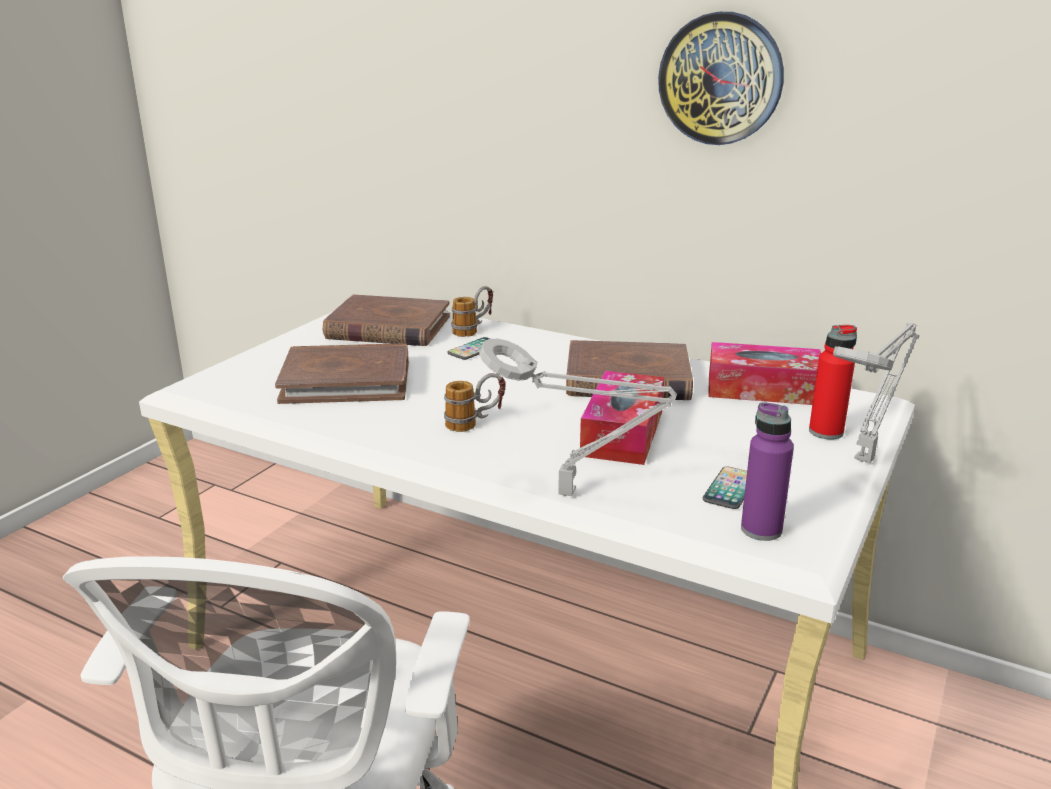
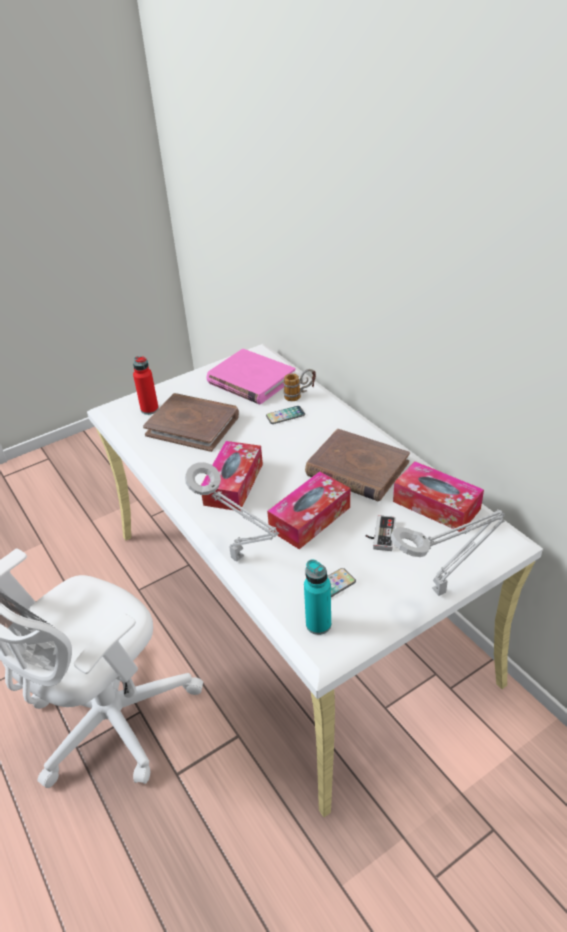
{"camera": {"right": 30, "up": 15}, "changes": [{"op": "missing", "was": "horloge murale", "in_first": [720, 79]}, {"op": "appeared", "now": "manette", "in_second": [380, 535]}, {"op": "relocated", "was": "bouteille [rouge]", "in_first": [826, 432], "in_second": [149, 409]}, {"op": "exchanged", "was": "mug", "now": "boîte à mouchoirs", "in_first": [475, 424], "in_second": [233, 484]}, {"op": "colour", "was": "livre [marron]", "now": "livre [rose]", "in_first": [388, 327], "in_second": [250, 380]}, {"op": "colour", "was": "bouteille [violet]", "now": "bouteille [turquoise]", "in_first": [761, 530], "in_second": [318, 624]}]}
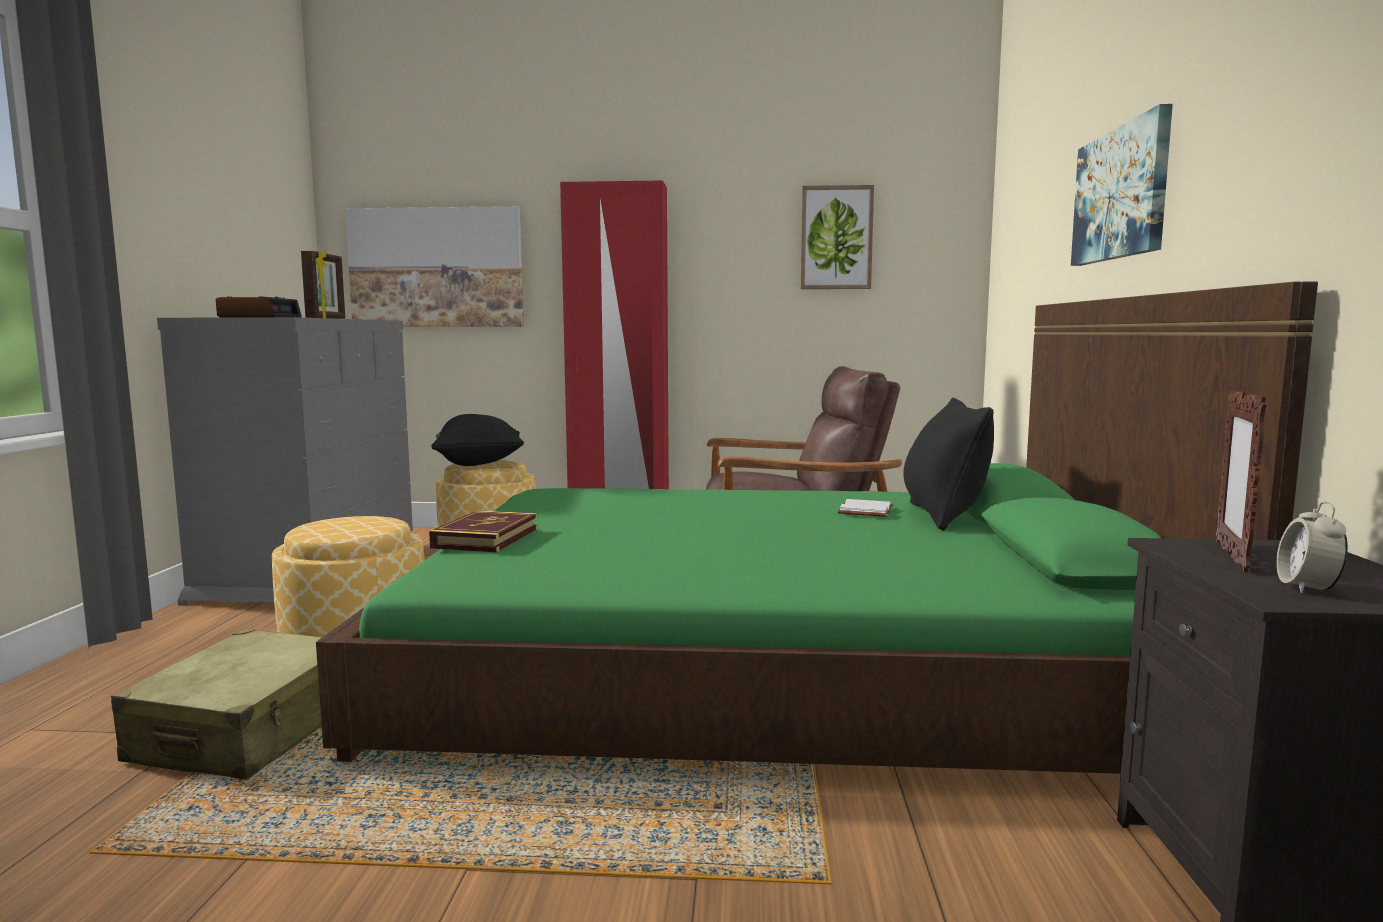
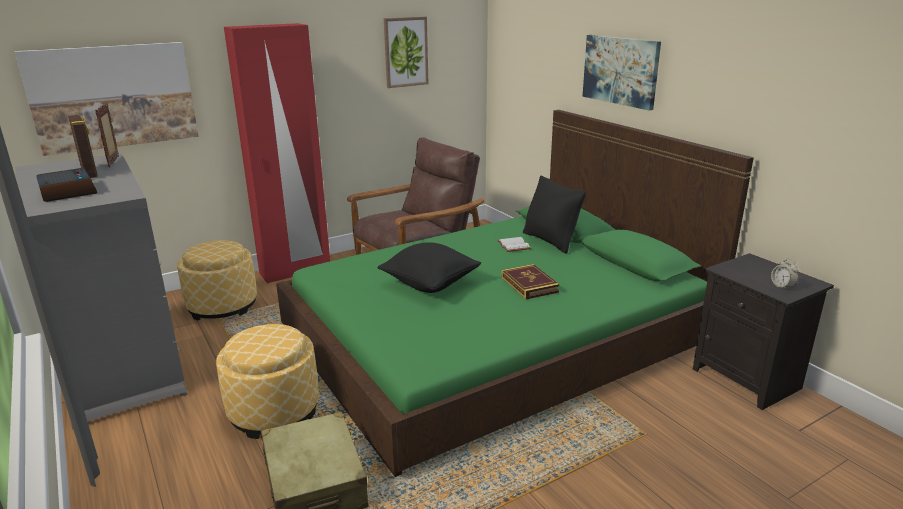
{"camera": {"right": -35, "up": 15}, "changes": [{"op": "relocated", "was": "livre", "in_first": [486, 538], "in_second": [529, 285]}, {"op": "relocated", "was": "coussin [noir]", "in_first": [479, 464], "in_second": [430, 284]}, {"op": "relocated", "was": "cadre photo", "in_first": [1232, 556], "in_second": [114, 161]}]}
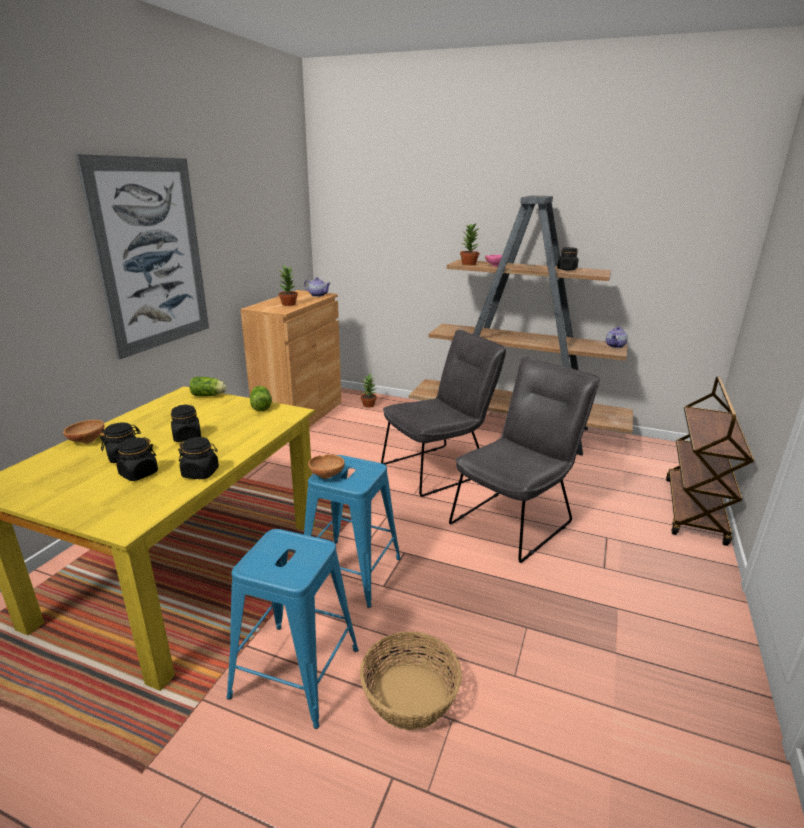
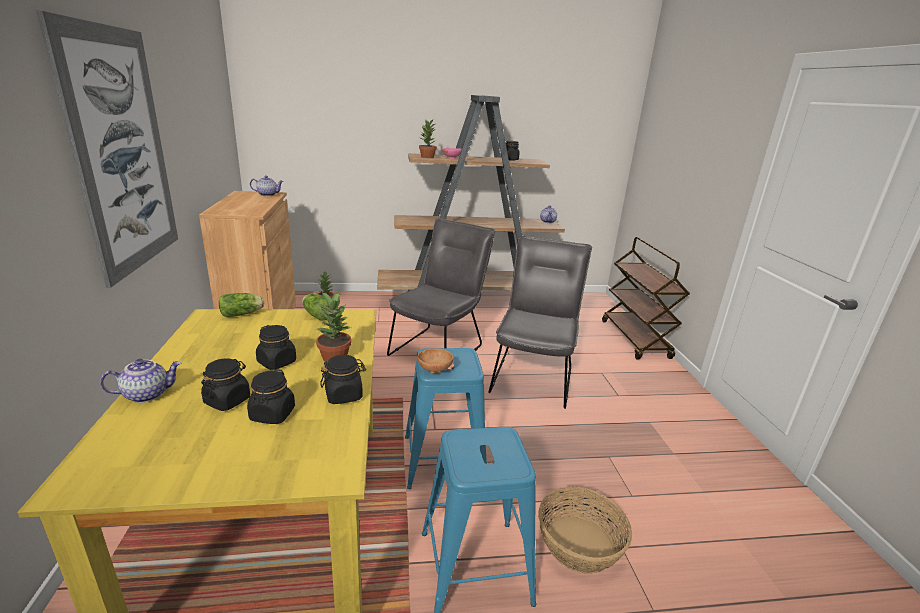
{"camera": {"right": -30, "up": 0}, "changes": [{"op": "relocated", "was": "plante en pot", "in_first": [289, 304], "in_second": [334, 357]}, {"op": "exchanged", "was": "bol [marron]", "now": "théière", "in_first": [86, 440], "in_second": [147, 394]}]}
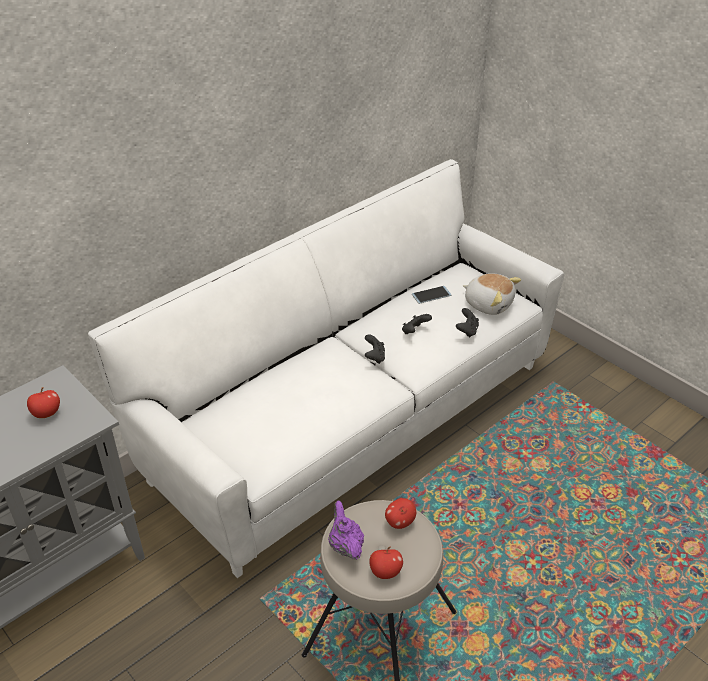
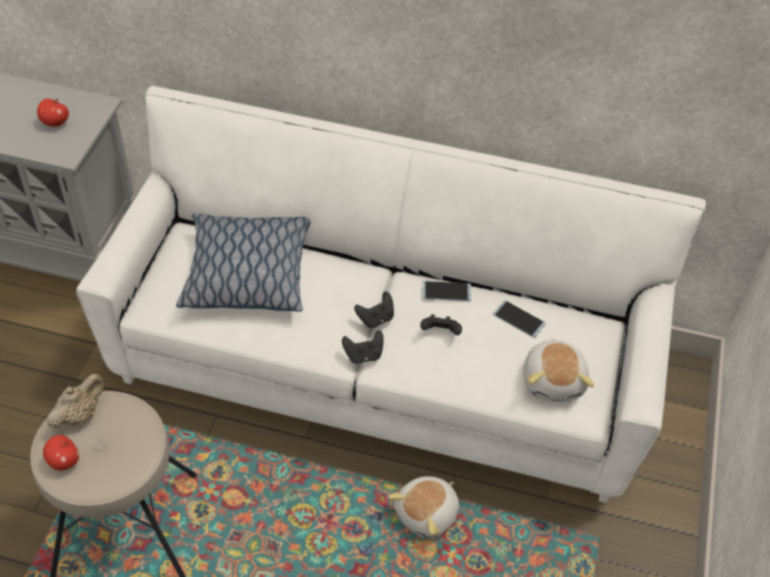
{"camera": {"right": 55, "up": 10}, "changes": [{"op": "missing", "was": "pomme", "in_first": [400, 522]}, {"op": "appeared", "now": "coussin", "in_second": [246, 274]}, {"op": "appeared", "now": "peluche", "in_second": [427, 514]}, {"op": "appeared", "now": "téléphone", "in_second": [446, 291]}, {"op": "relocated", "was": "manette [noir]", "in_first": [467, 331], "in_second": [363, 355]}, {"op": "colour", "was": "théière [violet]", "now": "théière [beige]", "in_first": [345, 545], "in_second": [80, 415]}]}
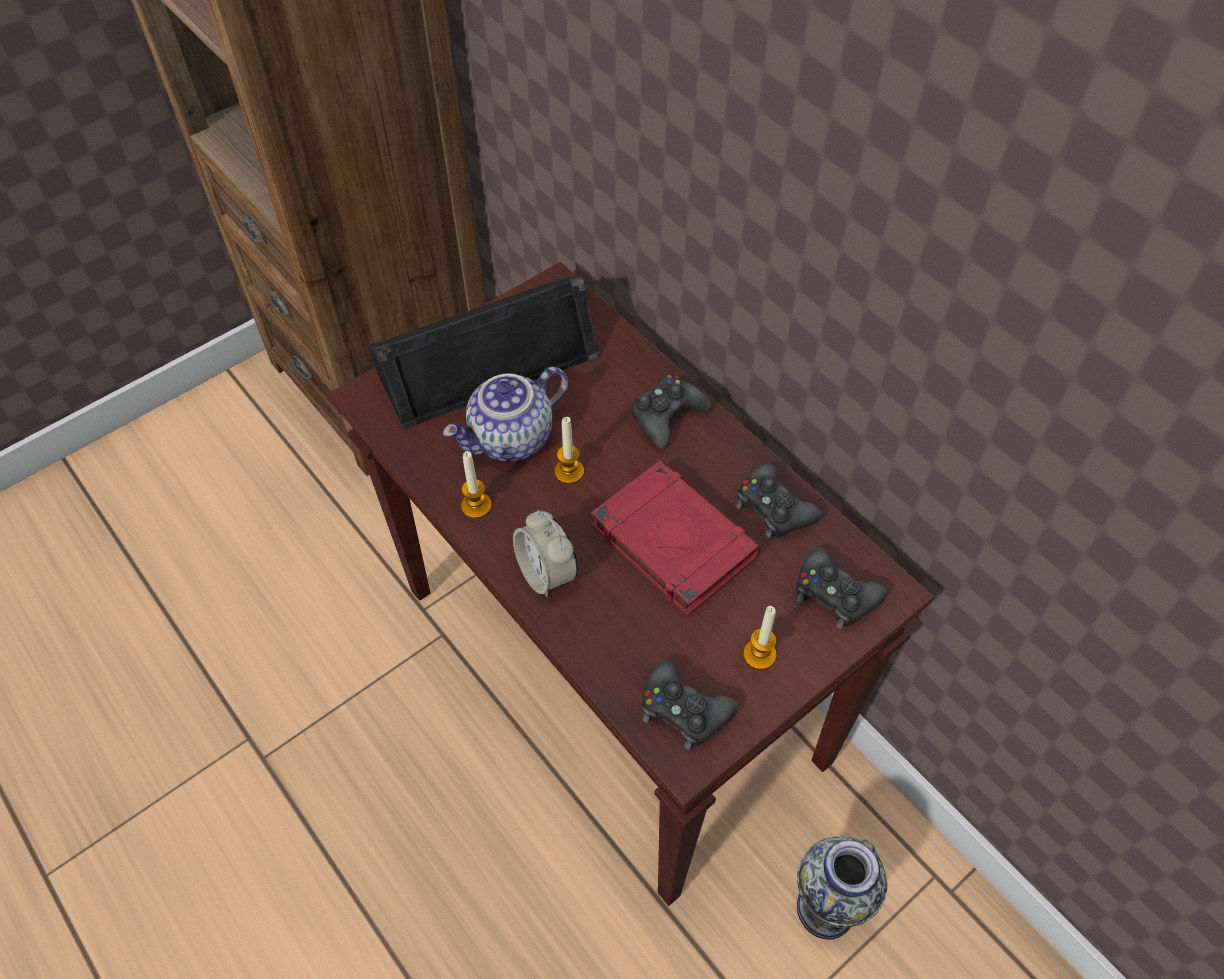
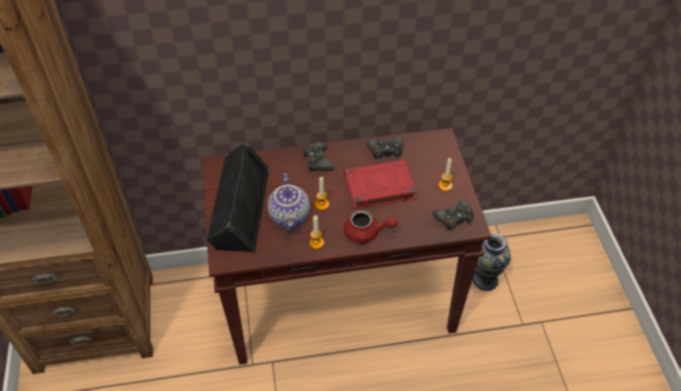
{"camera": {"right": -60, "up": -5}, "changes": [{"op": "missing", "was": "manette [noir]", "in_first": [834, 594]}, {"op": "exchanged", "was": "réveil", "now": "théière [rouge]", "in_first": [546, 573], "in_second": [366, 233]}]}
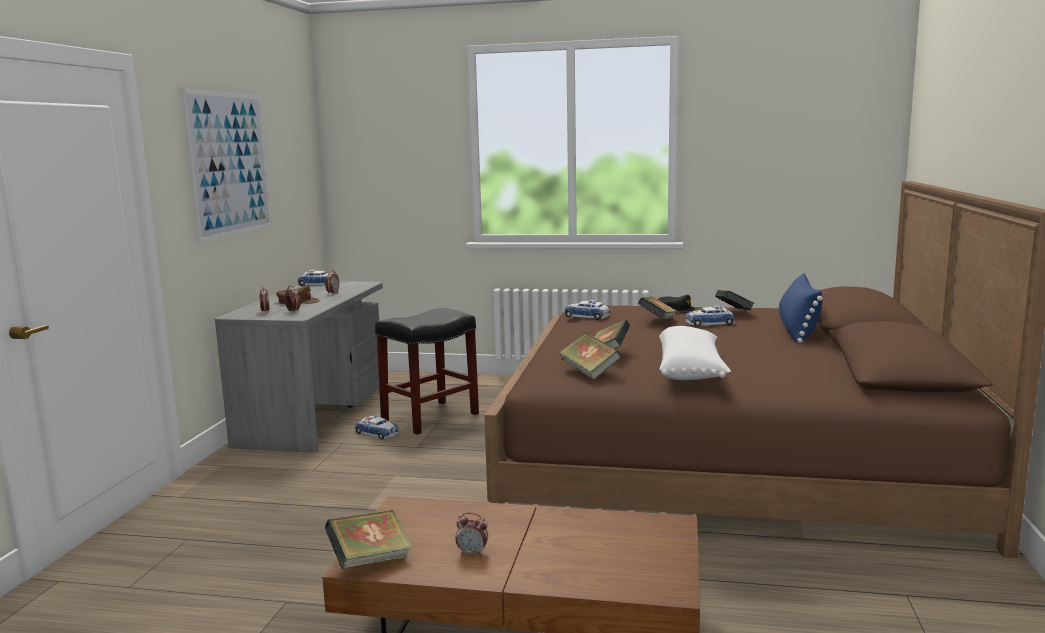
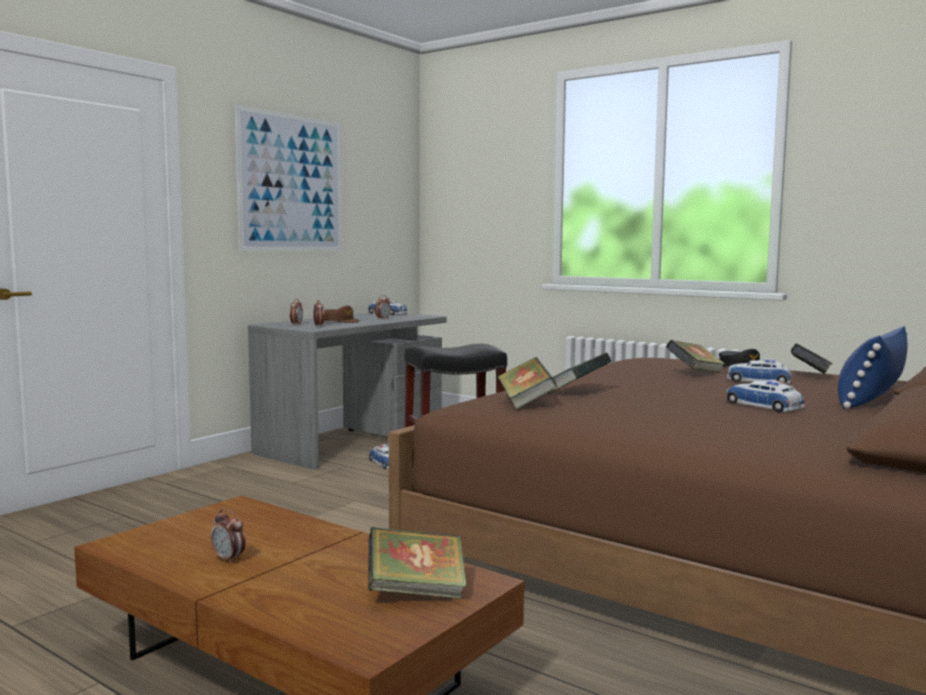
{"camera": {"right": 25, "up": -5}, "changes": [{"op": "missing", "was": "coussin [blanc]", "in_first": [691, 371]}, {"op": "relocated", "was": "livre", "in_first": [370, 560], "in_second": [416, 592]}, {"op": "relocated", "was": "petite voiture", "in_first": [587, 316], "in_second": [764, 405]}]}
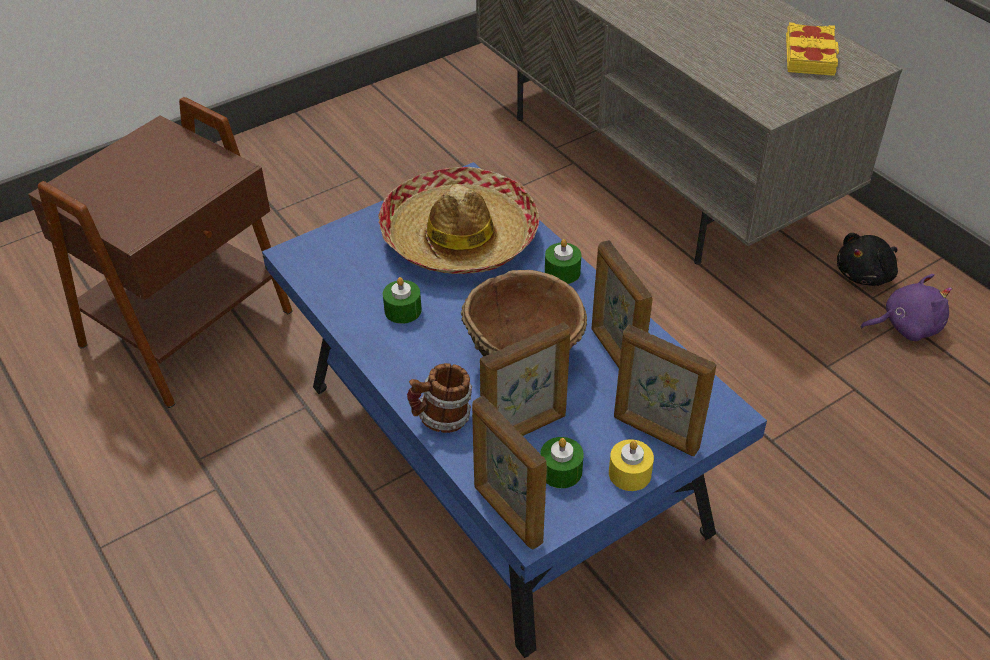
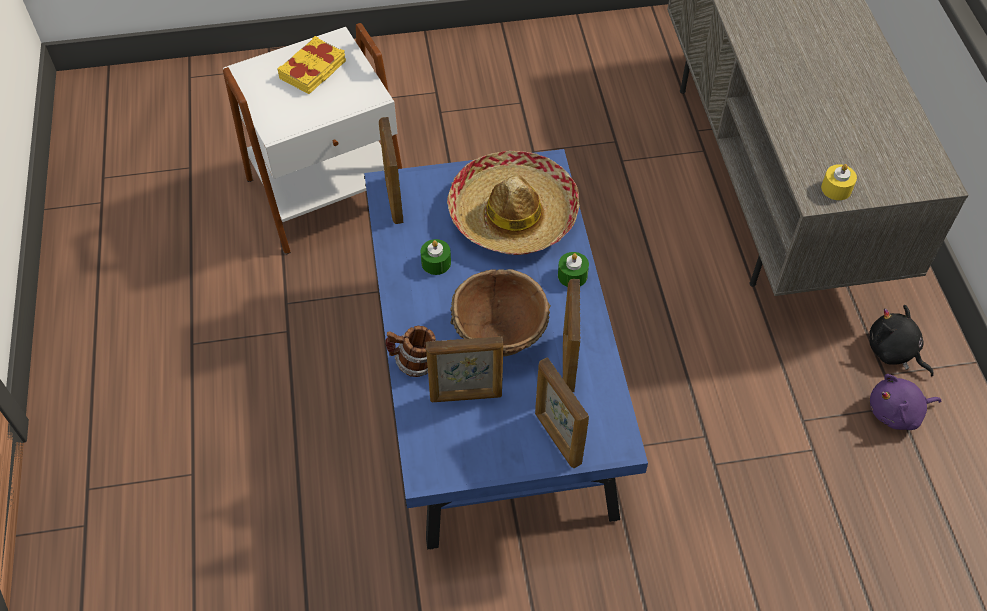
{"camera": {"right": 25, "up": 10}, "changes": [{"op": "missing", "was": "bougie [vert]", "in_first": [561, 471]}, {"op": "relocated", "was": "cadre photo", "in_first": [507, 515], "in_second": [394, 200]}, {"op": "relocated", "was": "bougie [jaune]", "in_first": [629, 473], "in_second": [836, 188]}, {"op": "relocated", "was": "livre [jaune]", "in_first": [810, 56], "in_second": [313, 70]}, {"op": "colour", "was": "table d'appoint [marron]", "now": "table d'appoint [blanc]", "in_first": [190, 329], "in_second": [328, 194]}, {"op": "spun", "was": "peluche [noir]", "in_first": [866, 275], "in_second": [893, 351], "clockwise": 60}, {"op": "spun", "was": "peluche [violet]", "in_first": [906, 326], "in_second": [897, 412], "clockwise": 150}]}
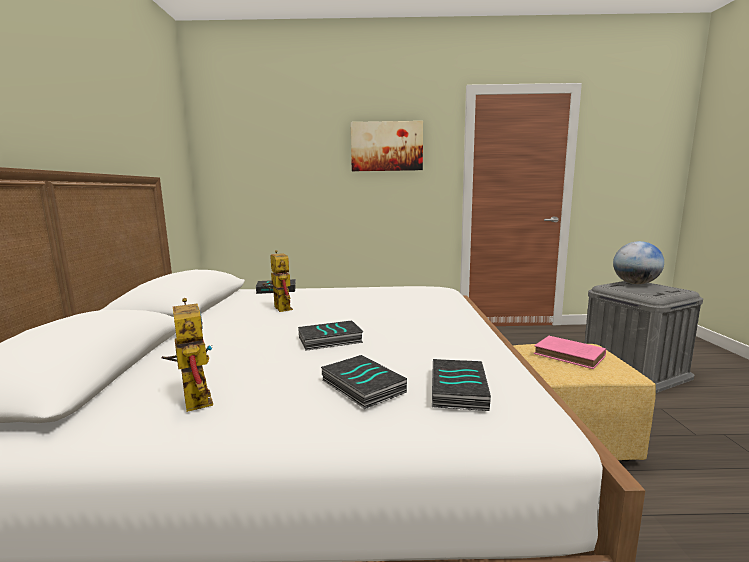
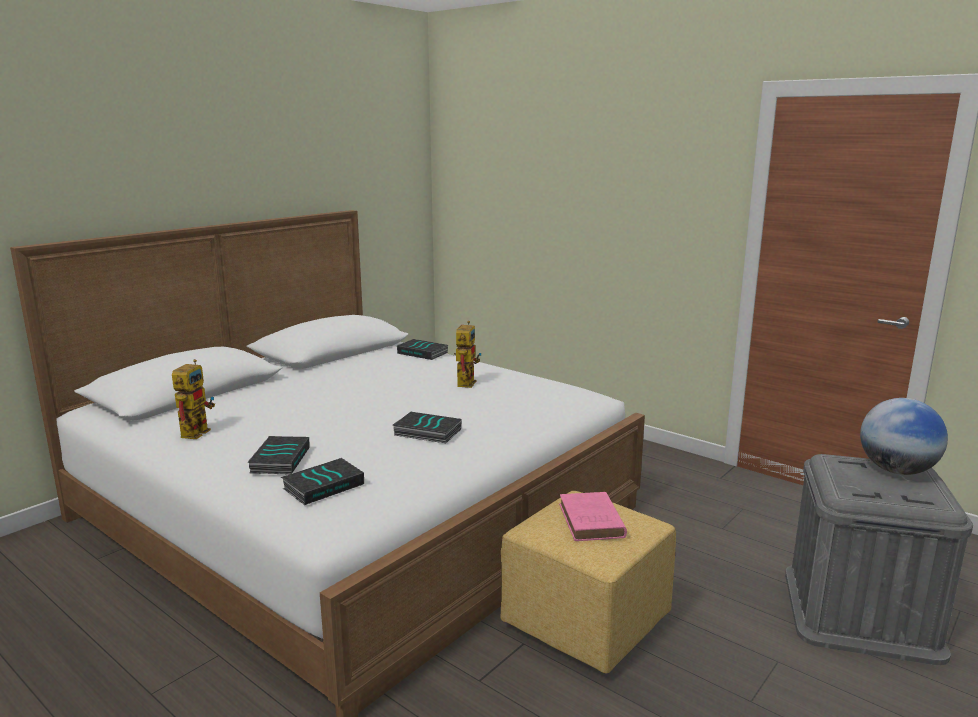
{"camera": {"right": 40, "up": 5}, "changes": [{"op": "missing", "was": "tableau", "in_first": [386, 146]}, {"op": "relocated", "was": "robot jouet", "in_first": [279, 307], "in_second": [465, 381]}, {"op": "relocated", "was": "livre", "in_first": [329, 340], "in_second": [426, 432]}]}
